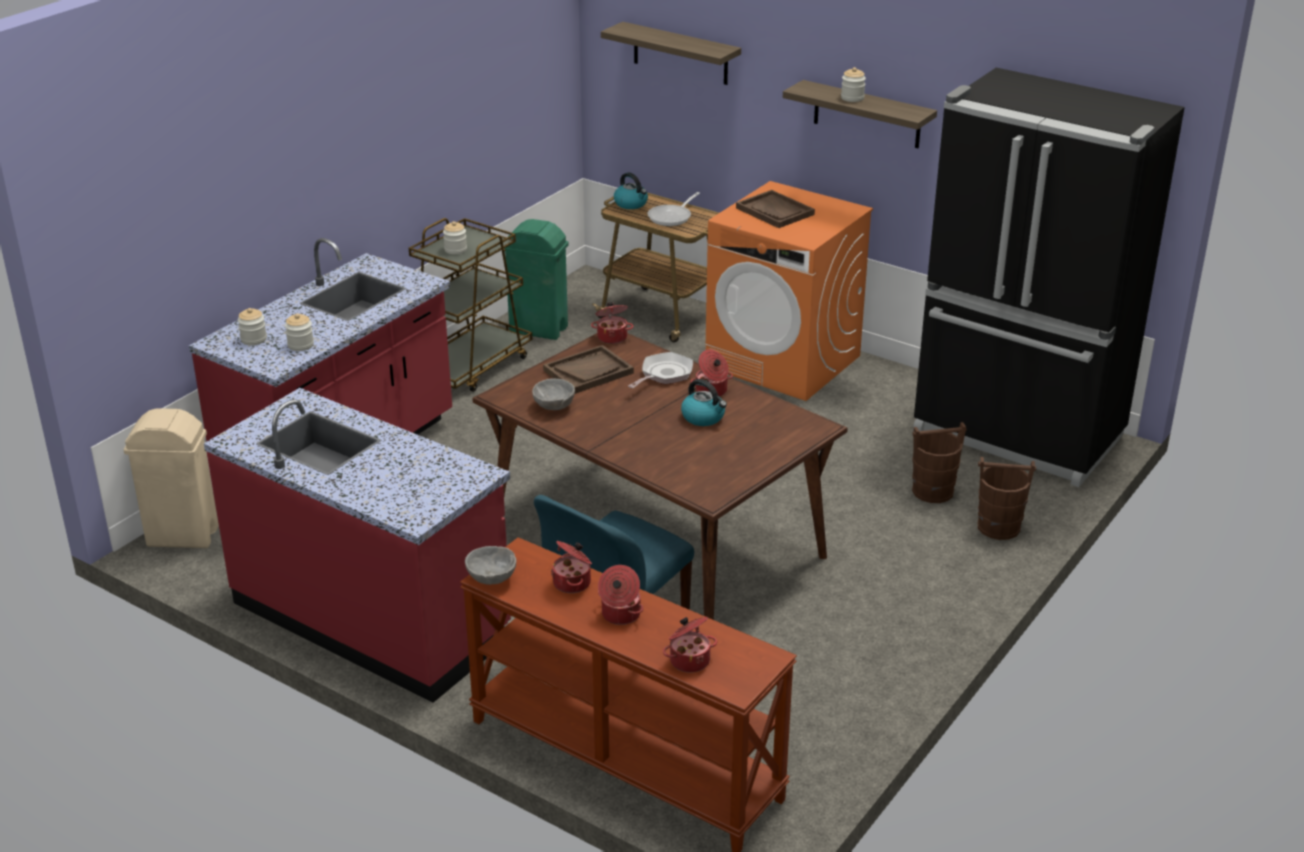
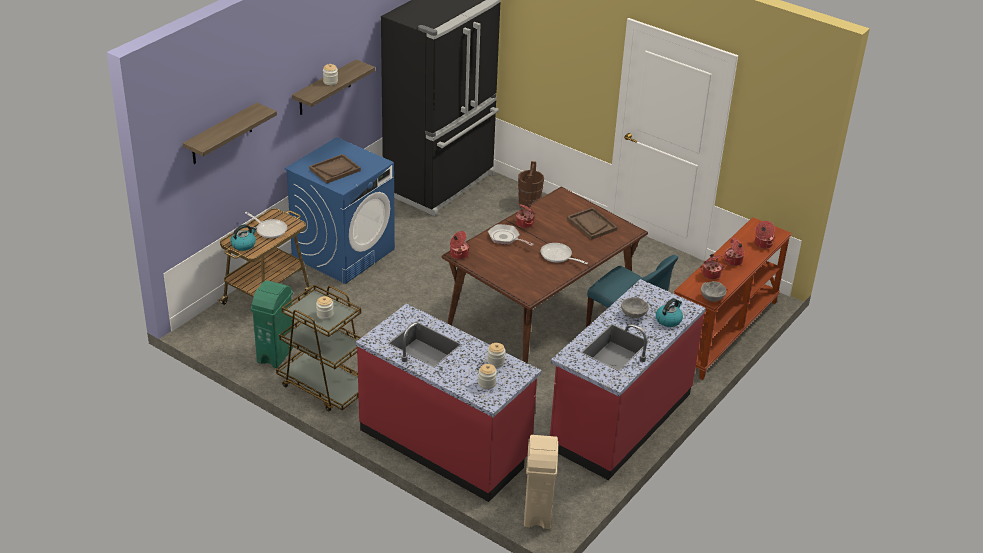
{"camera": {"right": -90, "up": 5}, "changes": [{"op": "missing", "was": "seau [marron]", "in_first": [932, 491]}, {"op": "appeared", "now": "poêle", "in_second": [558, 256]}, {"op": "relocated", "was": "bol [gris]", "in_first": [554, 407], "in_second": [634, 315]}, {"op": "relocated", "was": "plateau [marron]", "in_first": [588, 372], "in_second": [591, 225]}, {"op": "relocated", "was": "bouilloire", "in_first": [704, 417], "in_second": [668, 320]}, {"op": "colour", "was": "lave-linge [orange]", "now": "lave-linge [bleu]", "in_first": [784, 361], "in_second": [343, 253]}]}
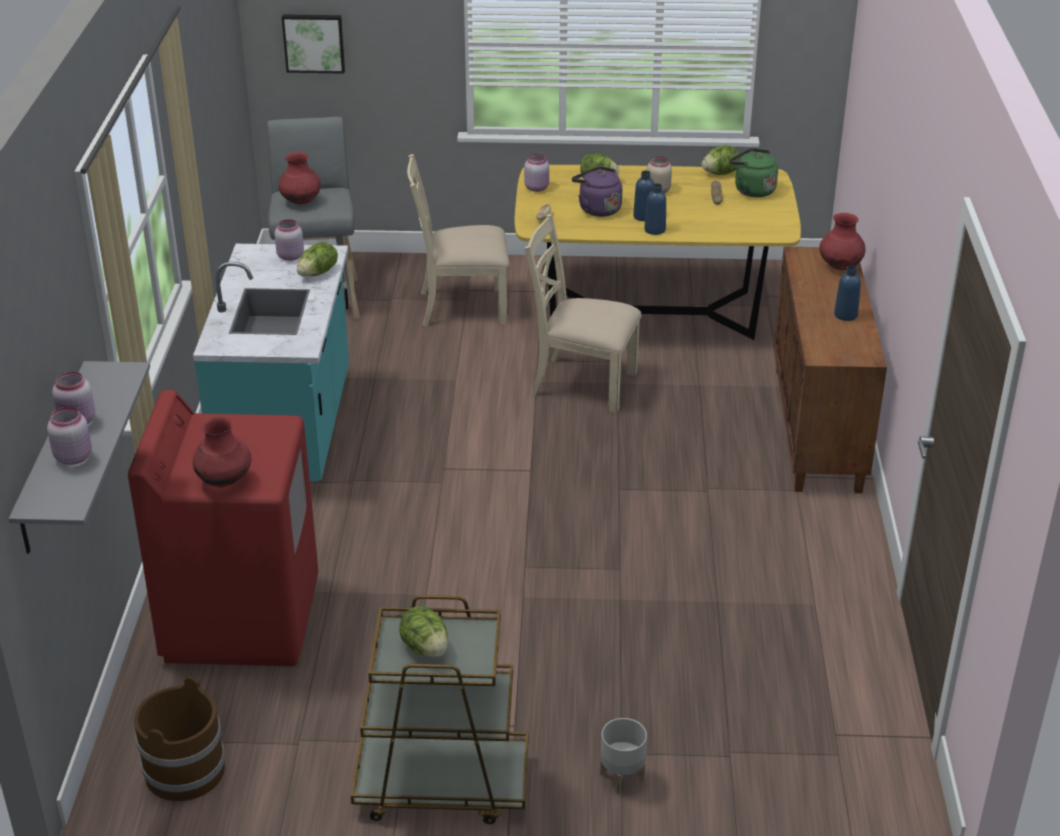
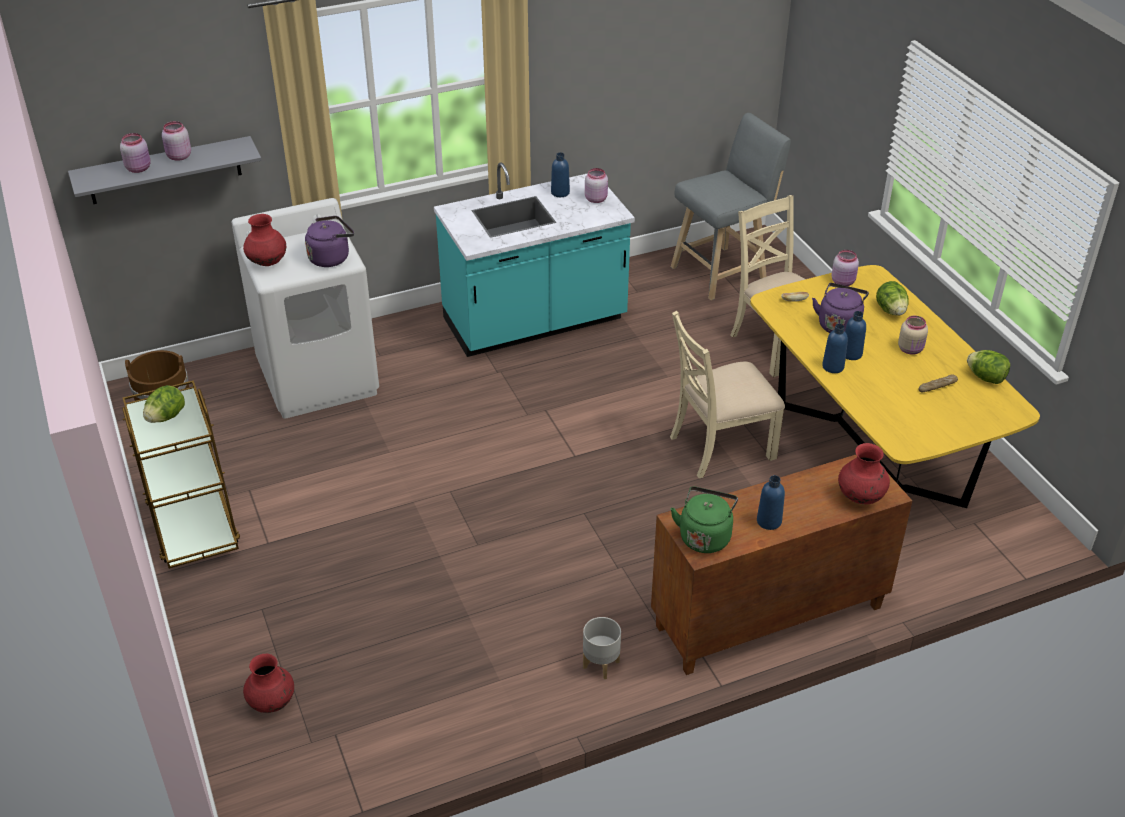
{"camera": {"right": 65, "up": 5}, "changes": [{"op": "missing", "was": "tableau", "in_first": [314, 42]}, {"op": "missing", "was": "laitue", "in_first": [318, 273]}, {"op": "appeared", "now": "bouilloire [violet]", "in_second": [331, 257]}, {"op": "appeared", "now": "bouteille [bleu]", "in_second": [560, 193]}, {"op": "relocated", "was": "vase [rouge]", "in_first": [301, 202], "in_second": [272, 703]}, {"op": "relocated", "was": "cache-pot [gris]", "in_first": [622, 777], "in_second": [601, 665]}, {"op": "relocated", "was": "bouilloire [vert]", "in_first": [752, 190], "in_second": [705, 536]}, {"op": "colour", "was": "lave-linge [rouge]", "now": "lave-linge [blanc]", "in_first": [241, 618], "in_second": [319, 377]}, {"op": "spun", "was": "chaise [beige]", "in_first": [582, 383], "in_second": [720, 447], "clockwise": -105}]}
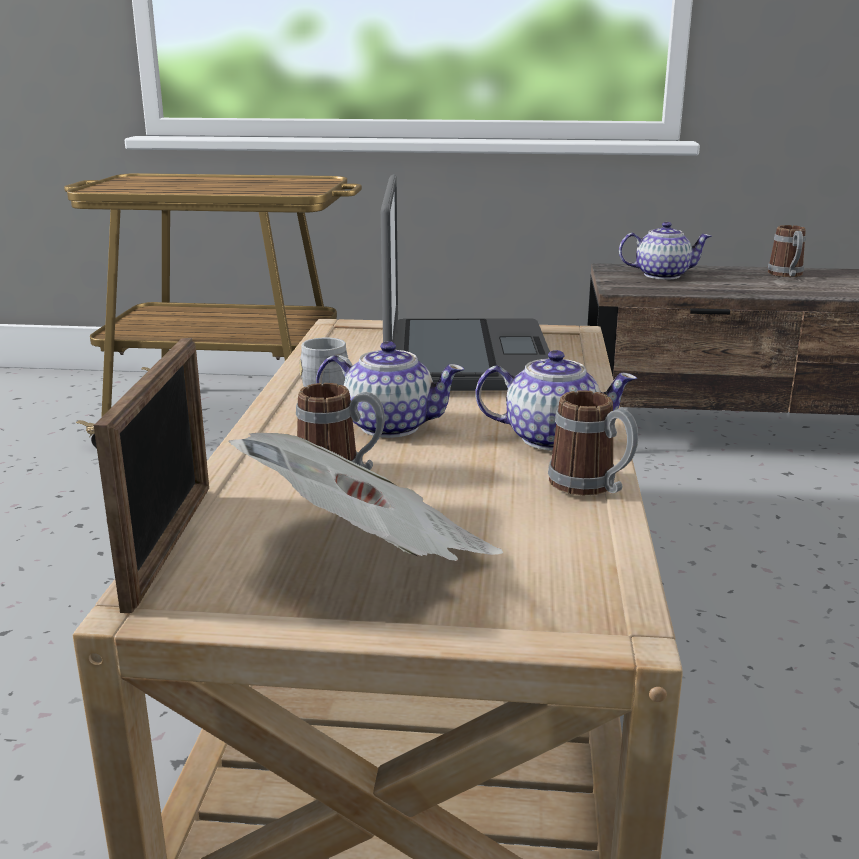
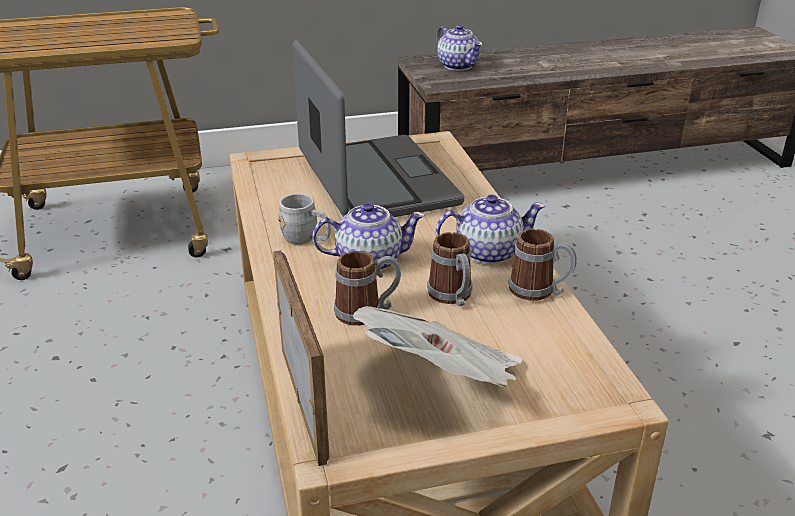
{"camera": {"right": -20, "up": 10}, "changes": [{"op": "relocated", "was": "mug", "in_first": [787, 275], "in_second": [453, 297]}, {"op": "spun", "was": "théière", "in_first": [661, 275], "in_second": [458, 65], "clockwise": 75}]}
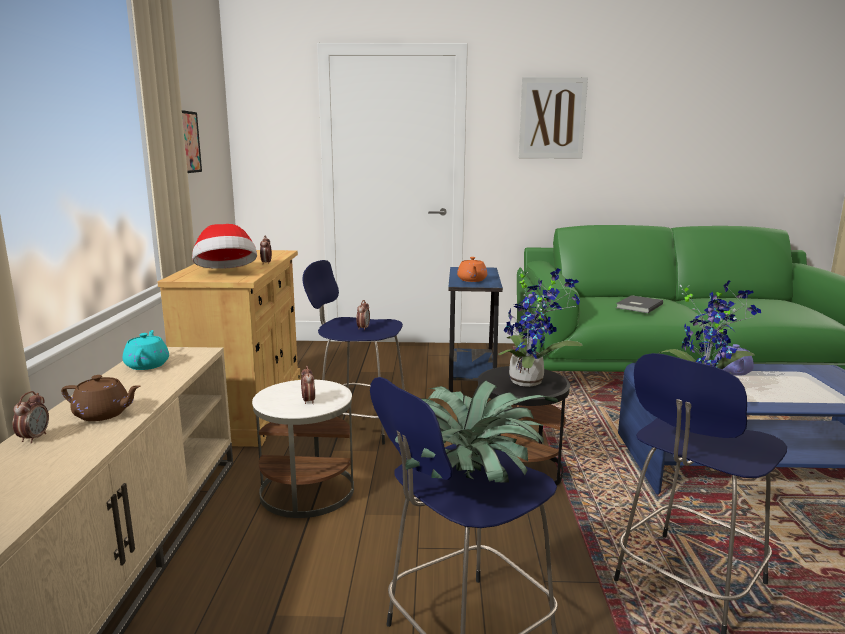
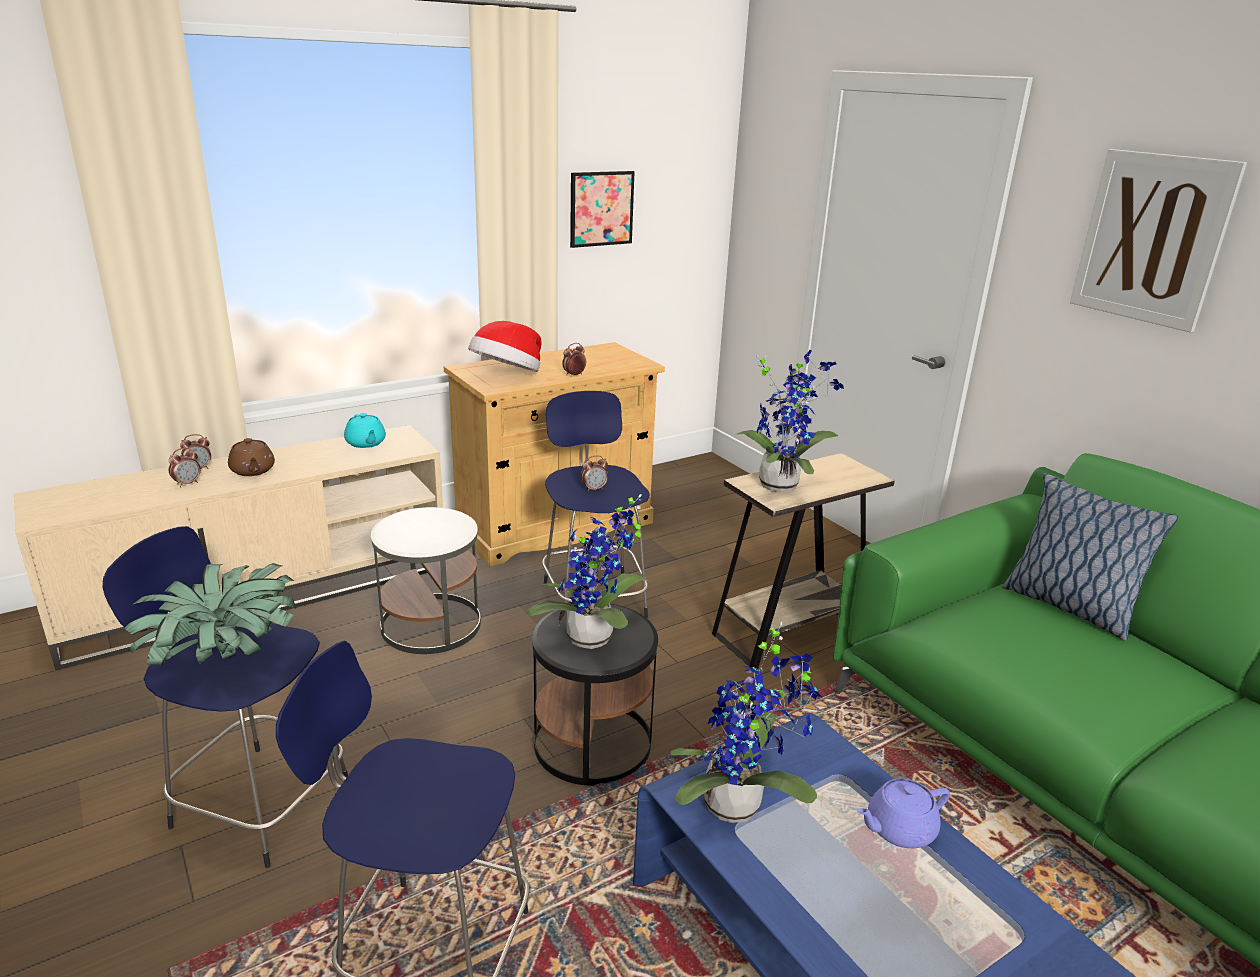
{"camera": {"right": 55, "up": 10}, "changes": [{"op": "missing", "was": "livre [gris]", "in_first": [637, 306]}, {"op": "appeared", "now": "coussin", "in_second": [1067, 606]}, {"op": "relocated", "was": "réveil", "in_first": [308, 401], "in_second": [187, 483]}, {"op": "exchanged", "was": "théière [orange]", "now": "plante en pot", "in_first": [472, 280], "in_second": [781, 484]}, {"op": "colour", "was": "table d'appoint [bleu]", "now": "table d'appoint [beige]", "in_first": [471, 385], "in_second": [789, 632]}, {"op": "spun", "was": "théière [turquoise]", "in_first": [147, 365], "in_second": [366, 443], "clockwise": 105}]}
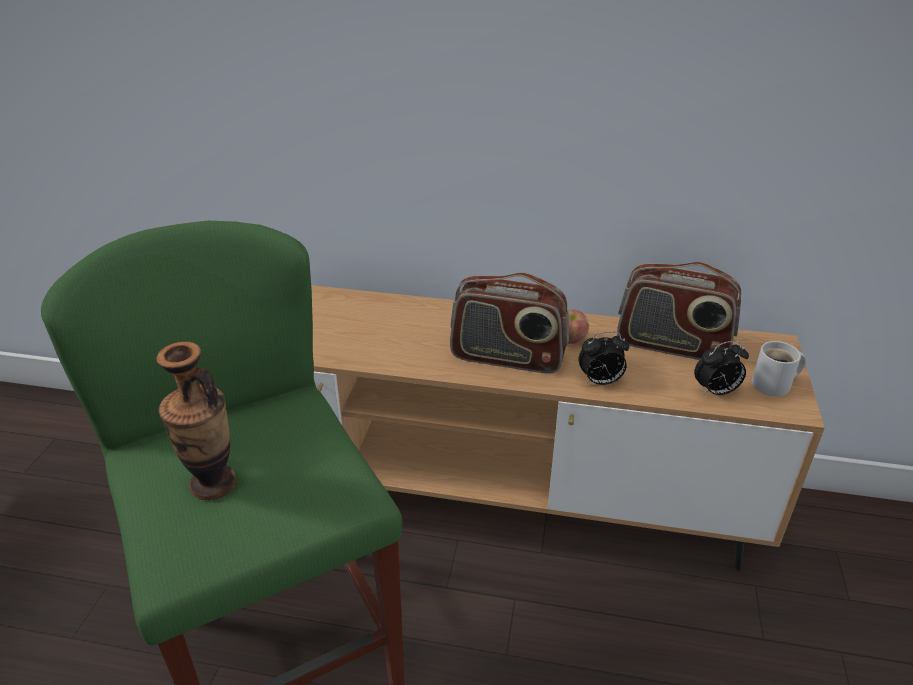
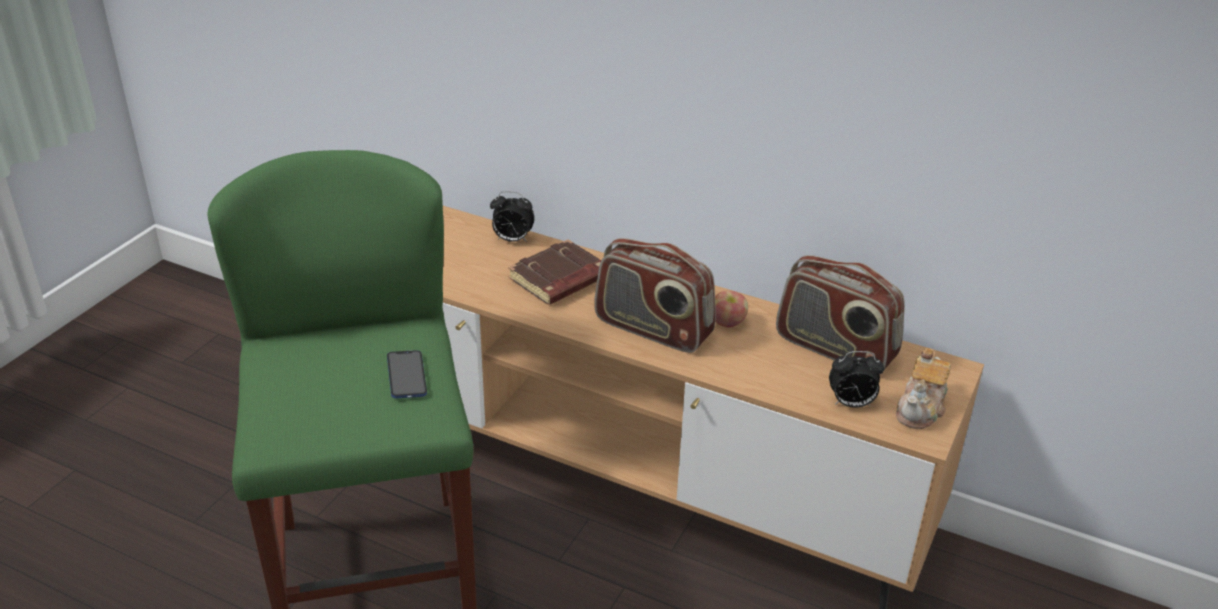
{"camera": {"right": 15, "up": 0}, "changes": [{"op": "missing", "was": "vase", "in_first": [213, 484]}, {"op": "appeared", "now": "téléphone", "in_second": [406, 376]}, {"op": "appeared", "now": "livre [marron]", "in_second": [559, 280]}, {"op": "relocated", "was": "réveil", "in_first": [600, 382], "in_second": [512, 240]}, {"op": "exchanged", "was": "mug [blanc]", "now": "théière", "in_first": [775, 385], "in_second": [921, 409]}]}
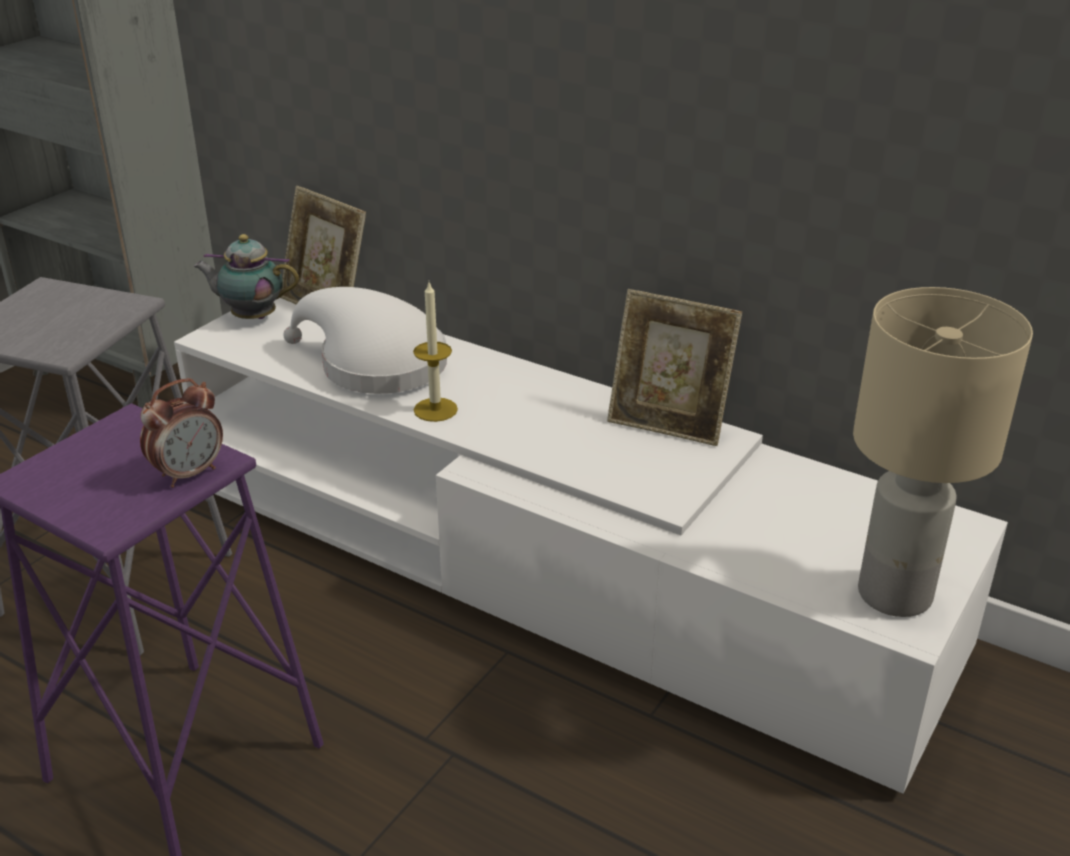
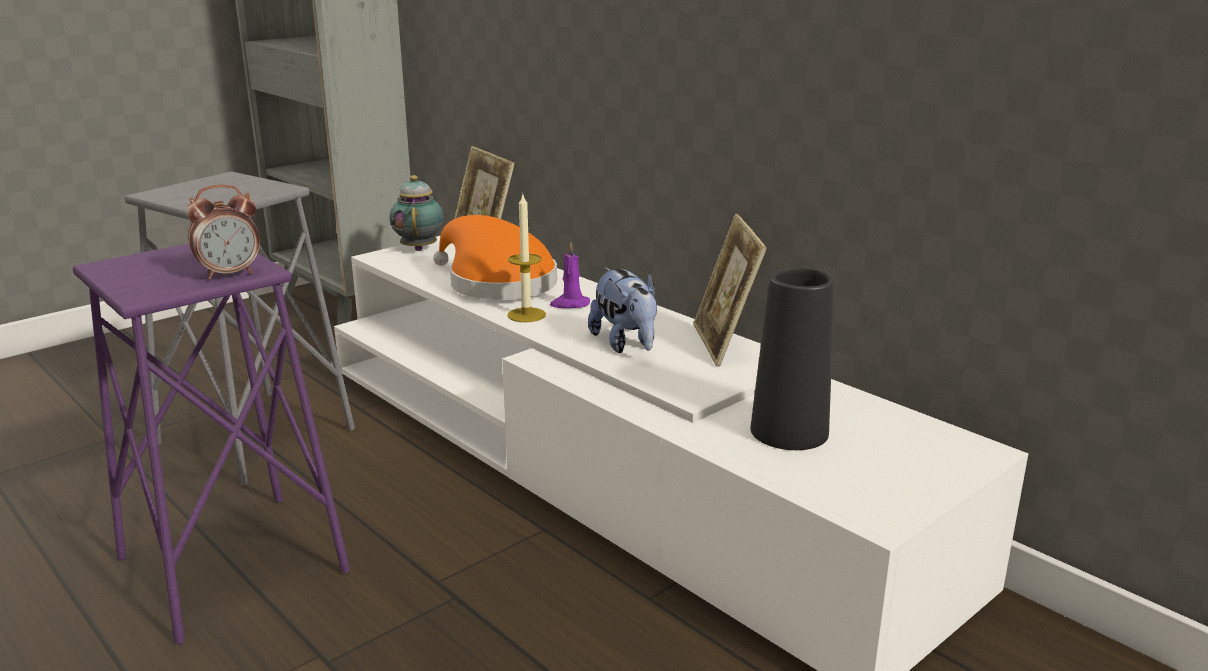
{"camera": {"right": 15, "up": -10}, "changes": [{"op": "missing", "was": "lampe de table [beige]", "in_first": [897, 594]}, {"op": "appeared", "now": "bougie [violet]", "in_second": [569, 304]}, {"op": "appeared", "now": "peluche", "in_second": [626, 344]}, {"op": "appeared", "now": "vase [noir]", "in_second": [789, 431]}, {"op": "colour", "was": "chapeau [blanc]", "now": "chapeau [orange]", "in_first": [374, 364], "in_second": [496, 283]}, {"op": "spun", "was": "théière", "in_first": [251, 317], "in_second": [419, 248], "clockwise": 60}, {"op": "spun", "was": "cadre photo", "in_first": [668, 423], "in_second": [724, 344], "clockwise": 45}]}
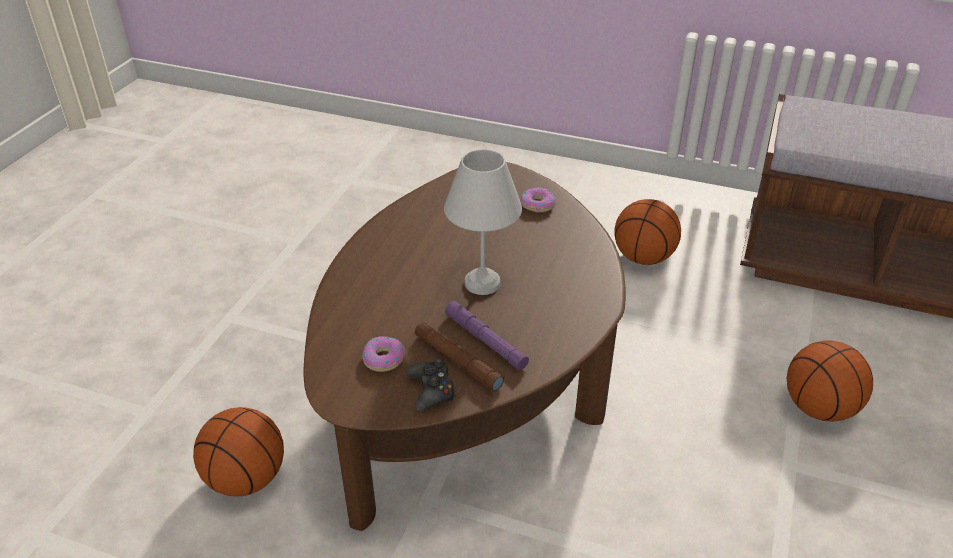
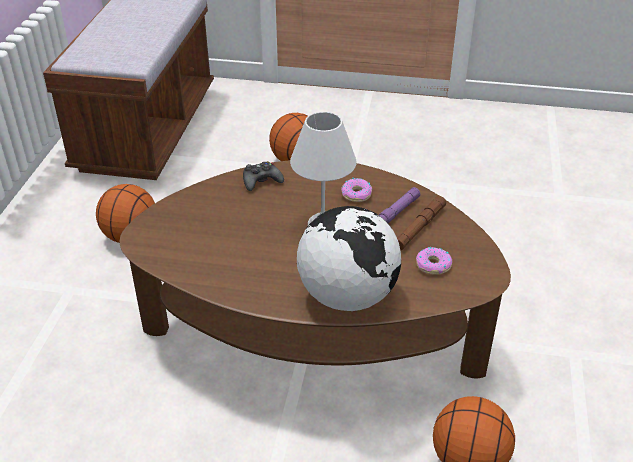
{"camera": {"right": -100, "up": 0}, "changes": [{"op": "appeared", "now": "globe", "in_second": [347, 296]}, {"op": "relocated", "was": "manette [noir]", "in_first": [432, 390], "in_second": [261, 181]}, {"op": "relocated", "was": "beignet", "in_first": [537, 204], "in_second": [357, 194]}]}
